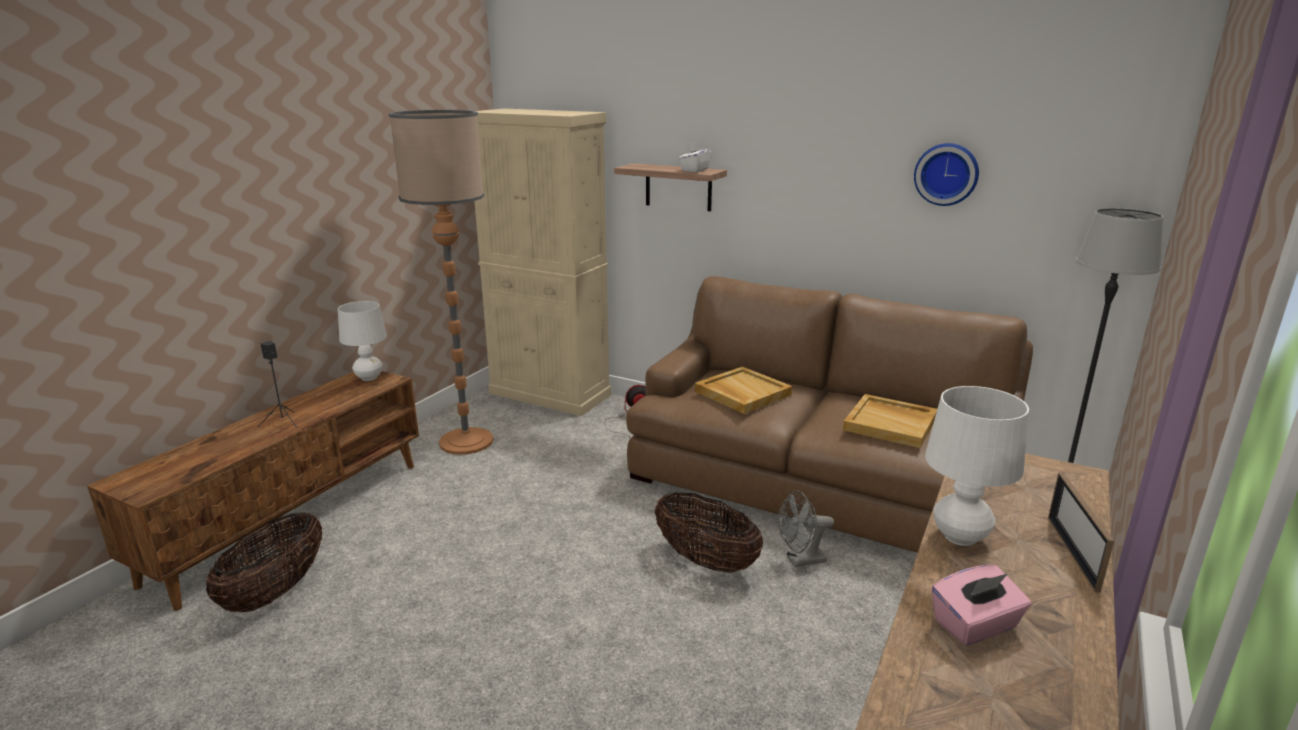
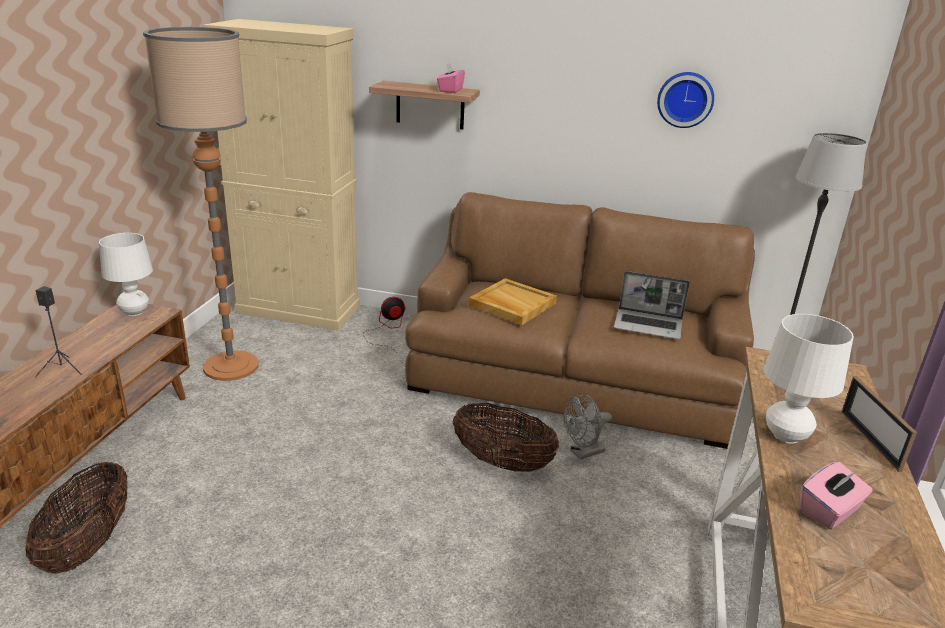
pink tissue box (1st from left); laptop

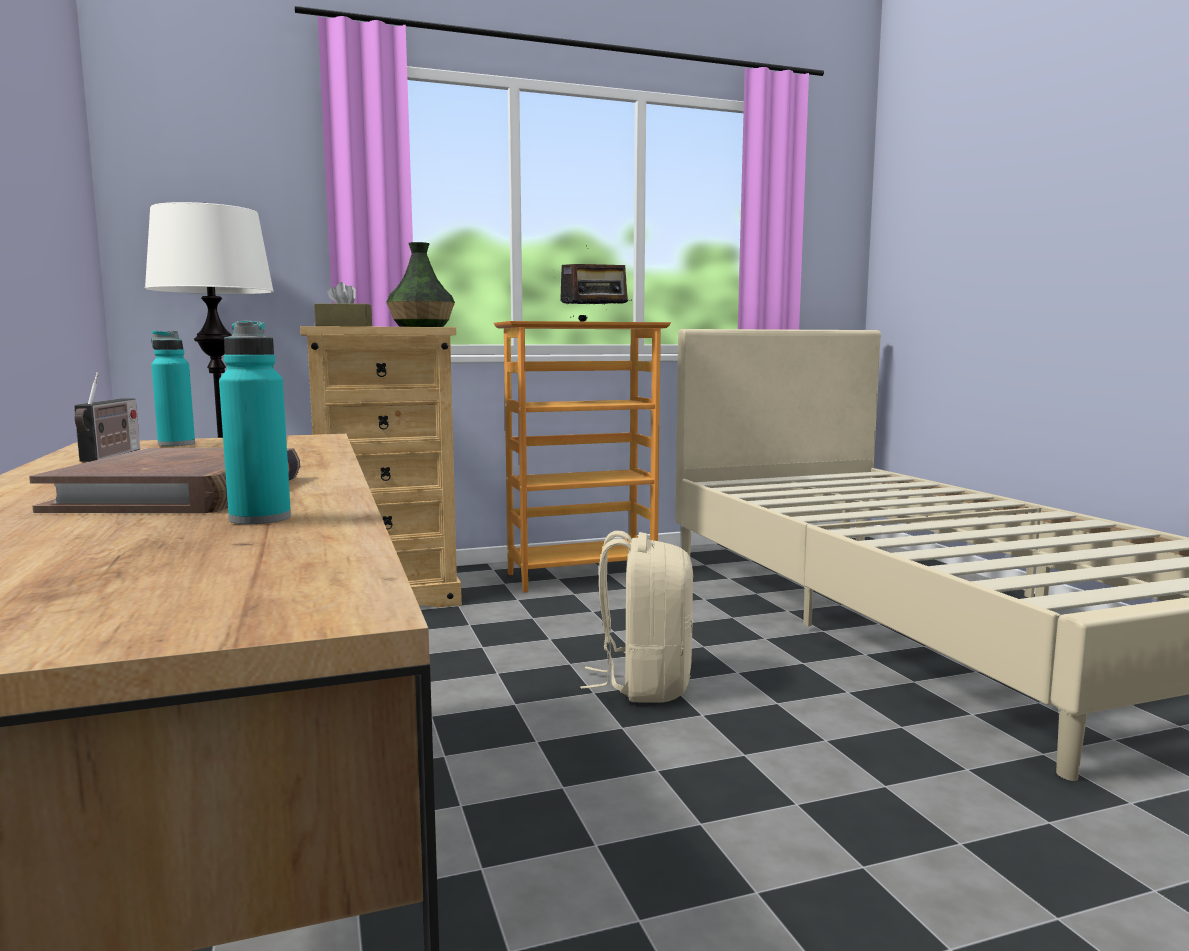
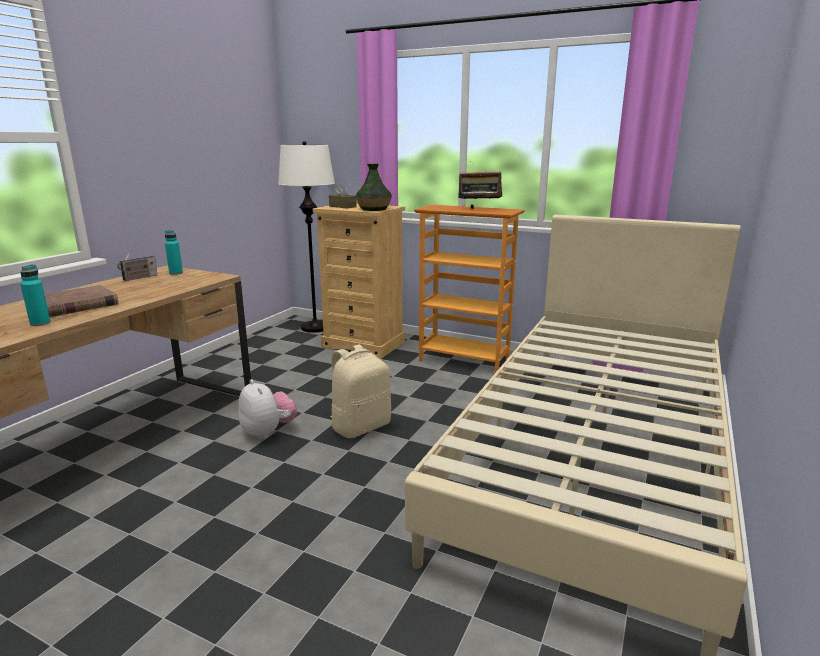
plush toy

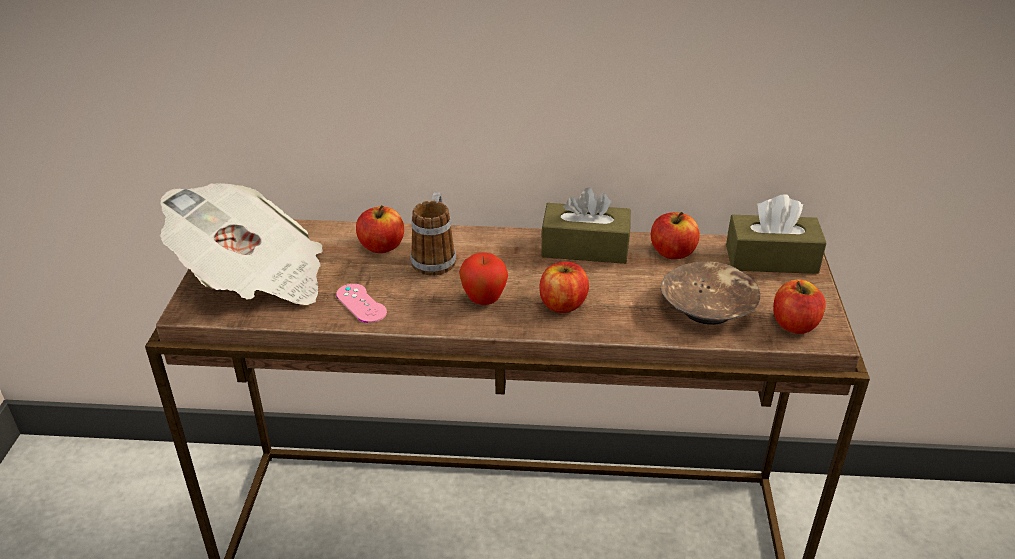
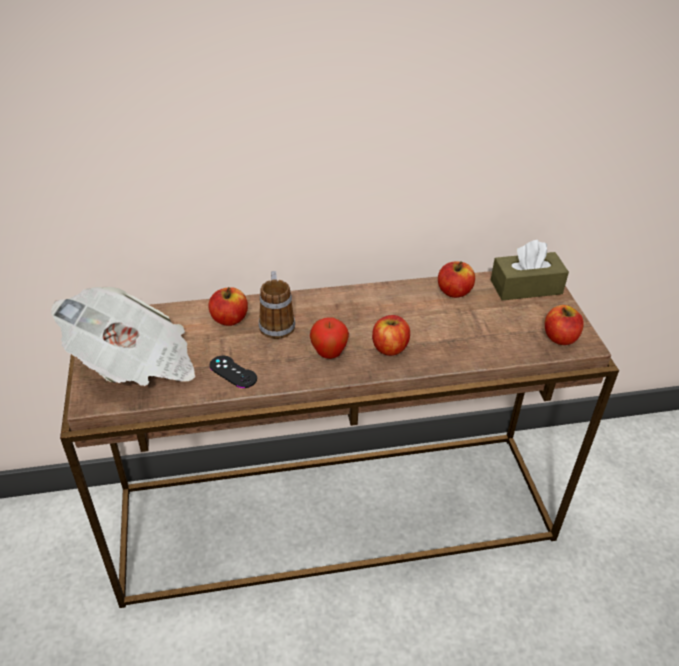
black game controller; brown tissue box (1st from left in the first image); brown bowl

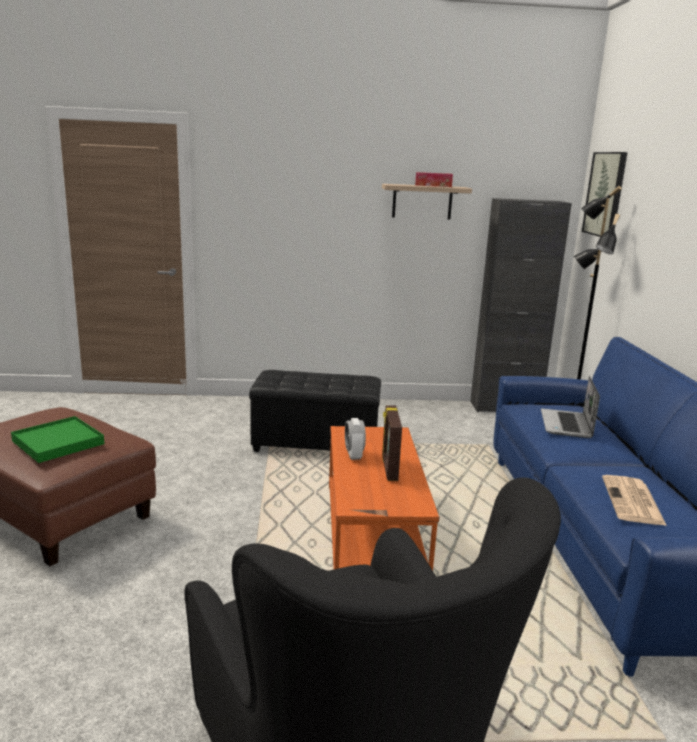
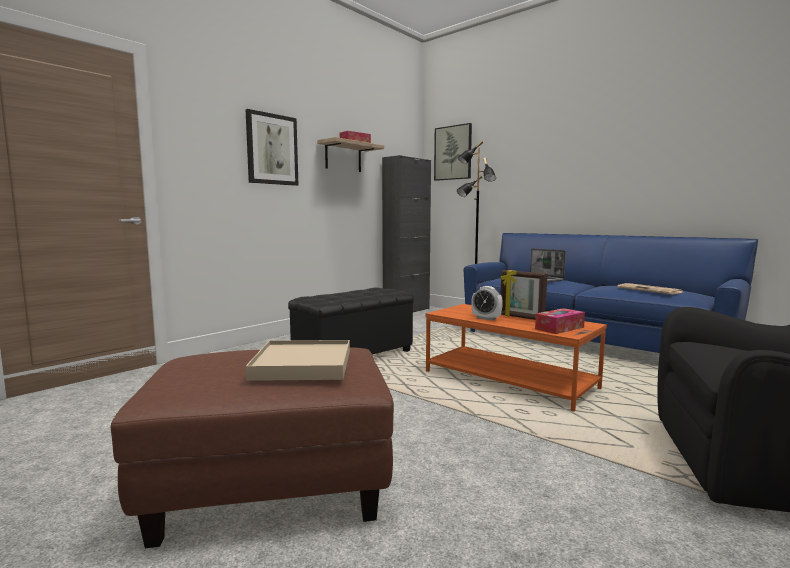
picture (1st from left); beige tray; tissue box (2nd from left)

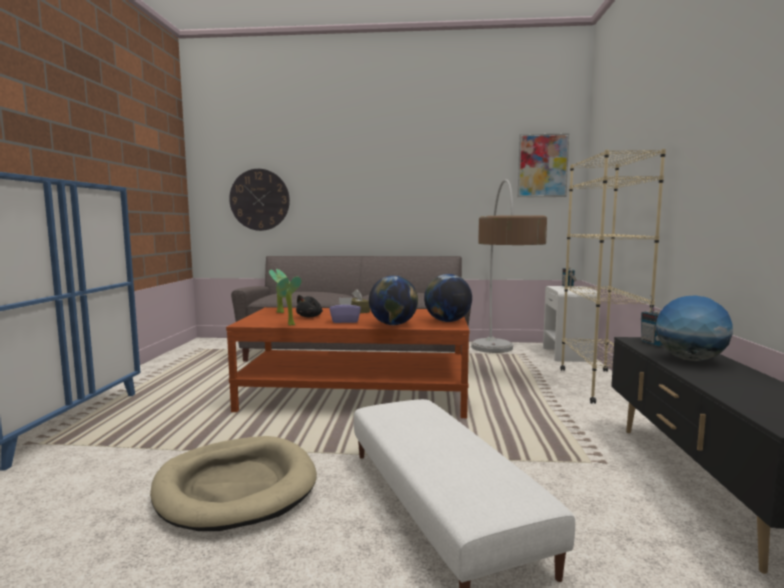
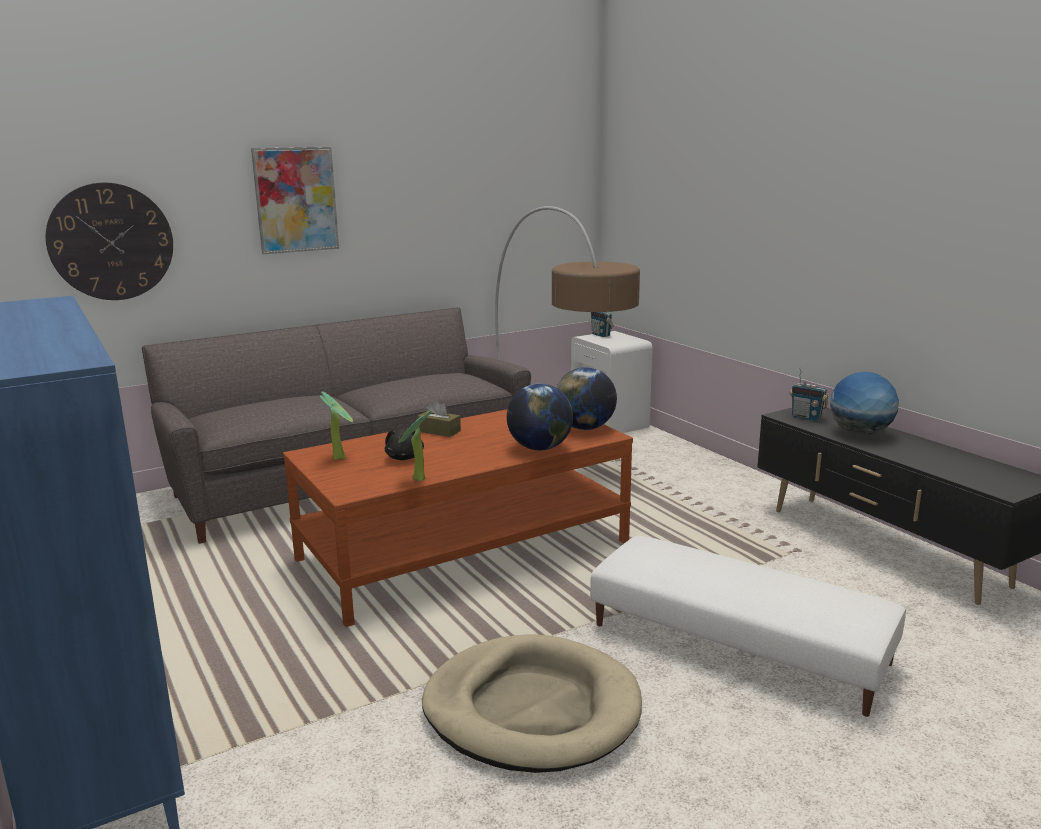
picture; purple tissue box; beige bookcase

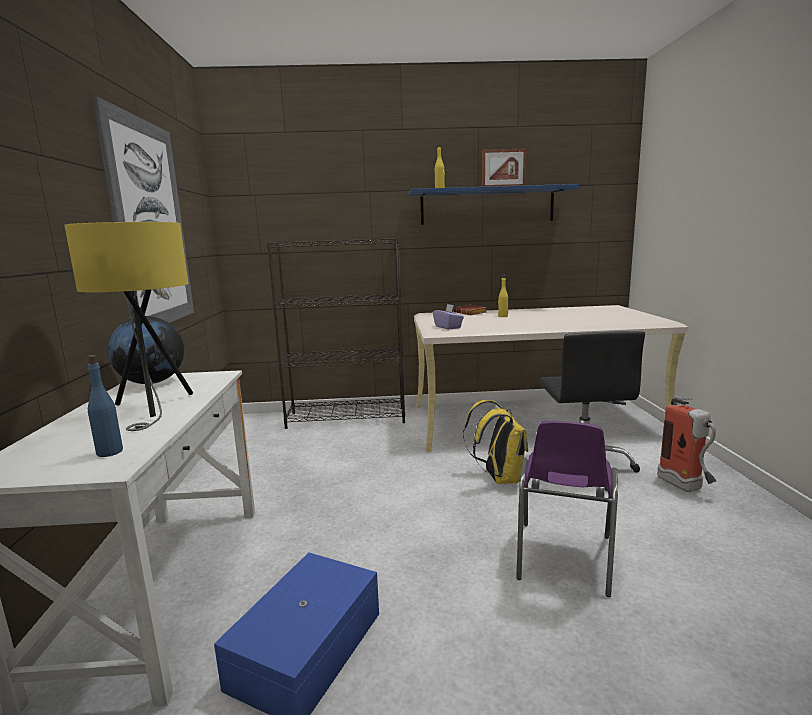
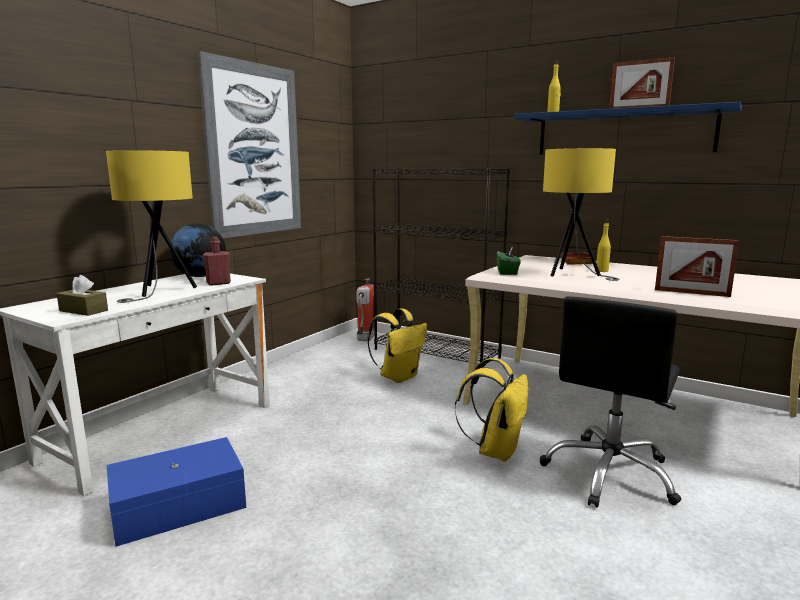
brown tissue box; red bottle; fire extinguisher; yellow backpack (1st from left); green tissue box; yellow table lamp (2nd from left); picture frame (2nd from left); purple chair

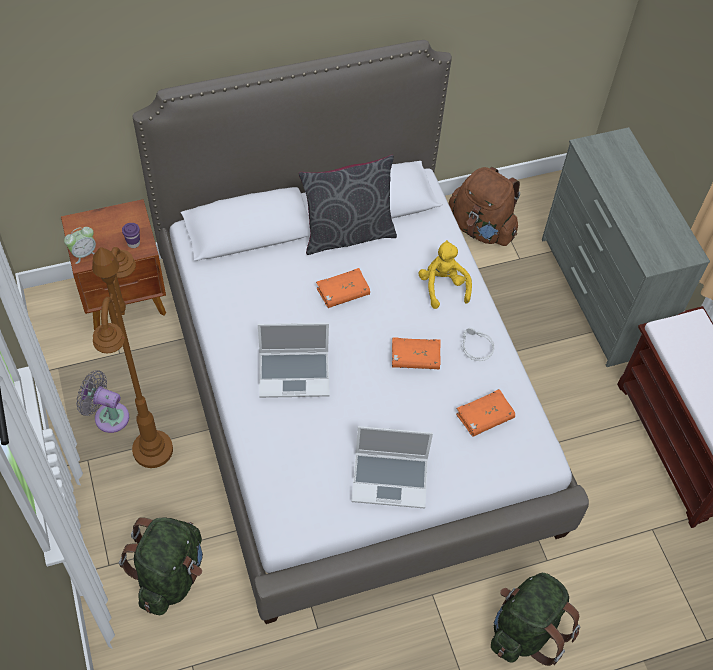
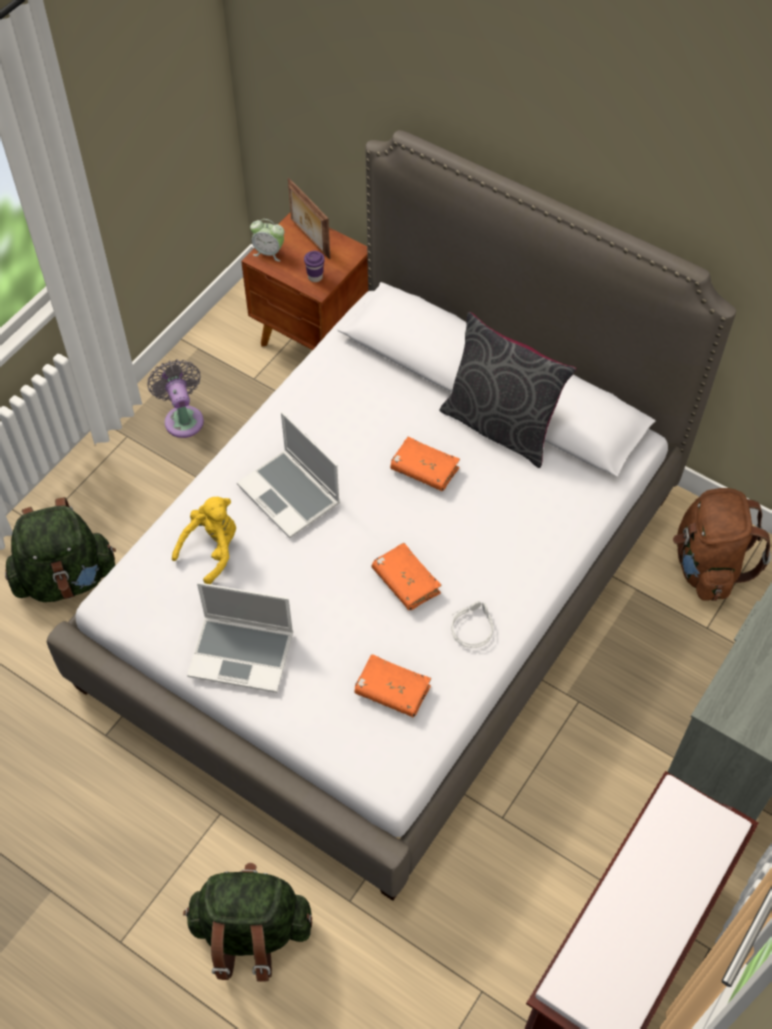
yellow plush toy; laptop (1st from left); picture frame; brown floor lamp

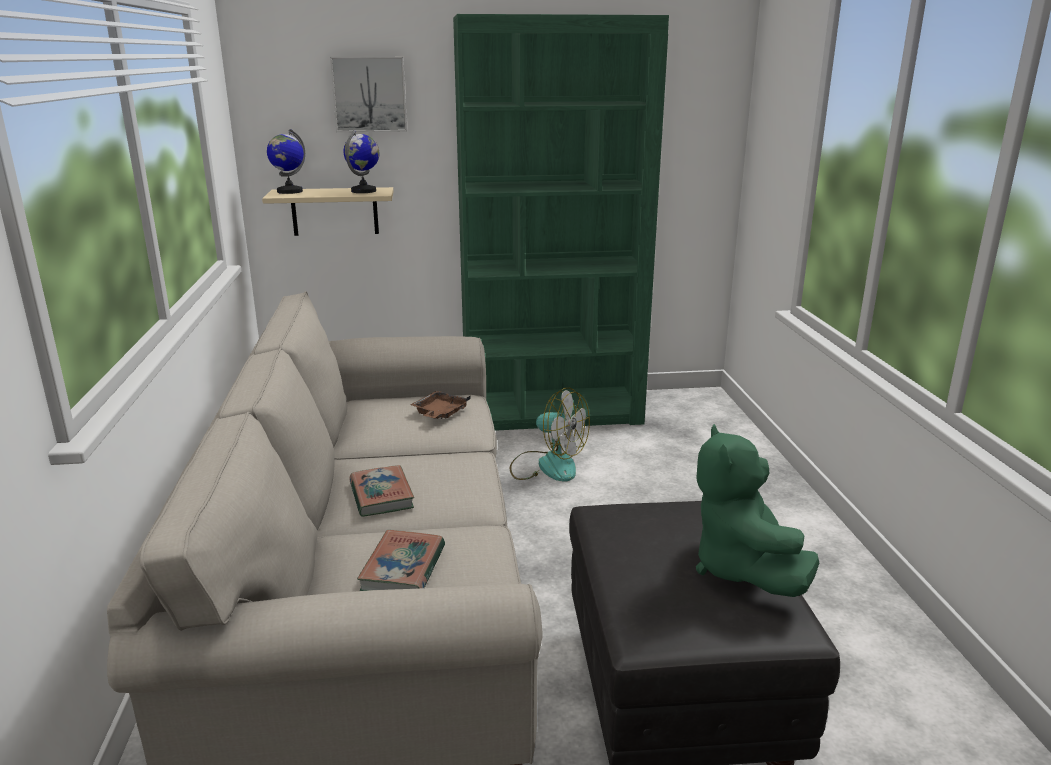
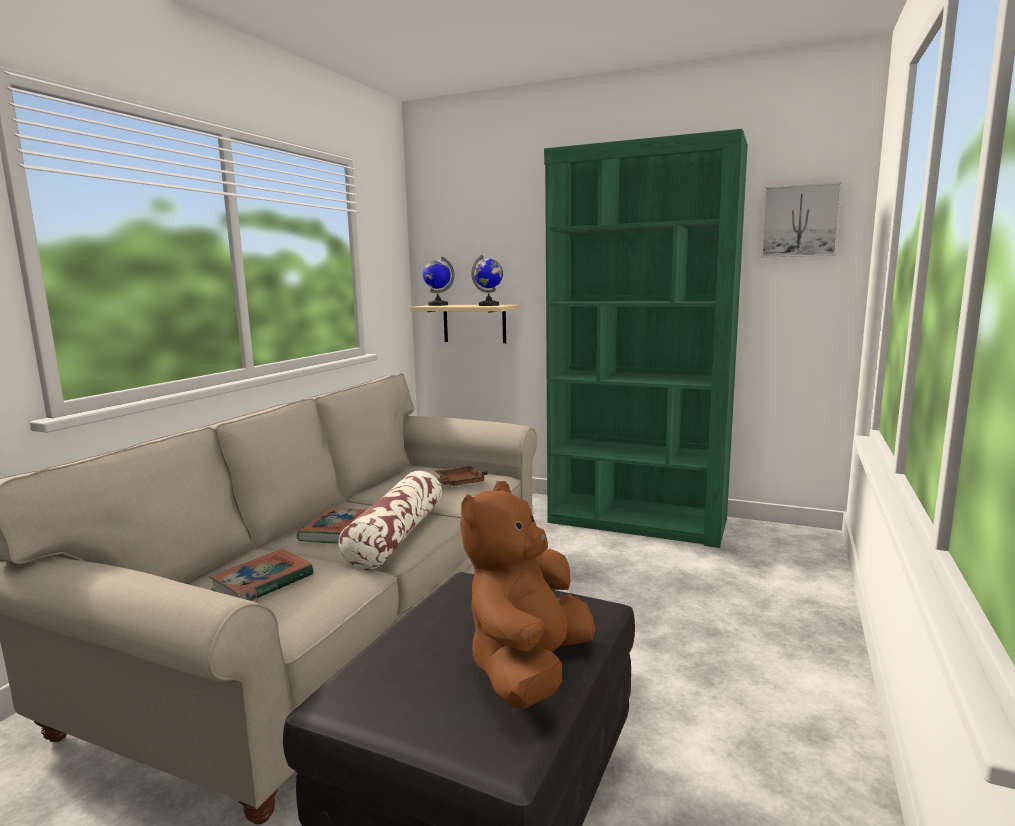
pillow; brown plush toy; picture; fan

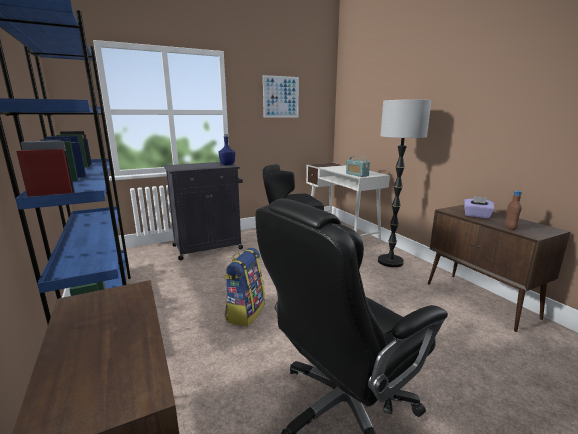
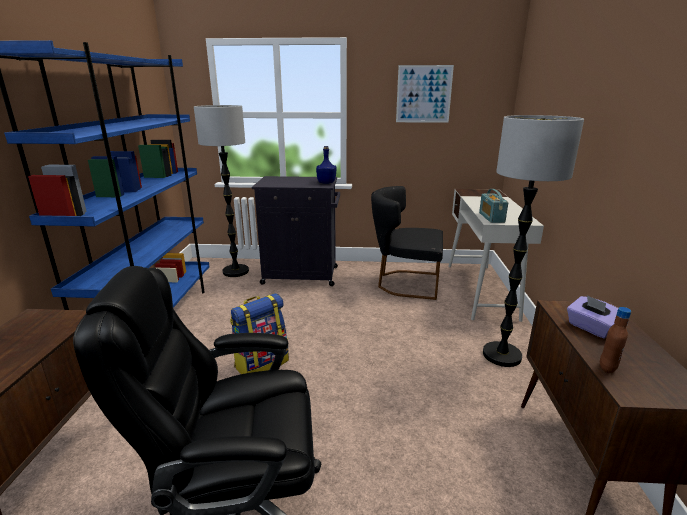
floor lamp (1st from left)

